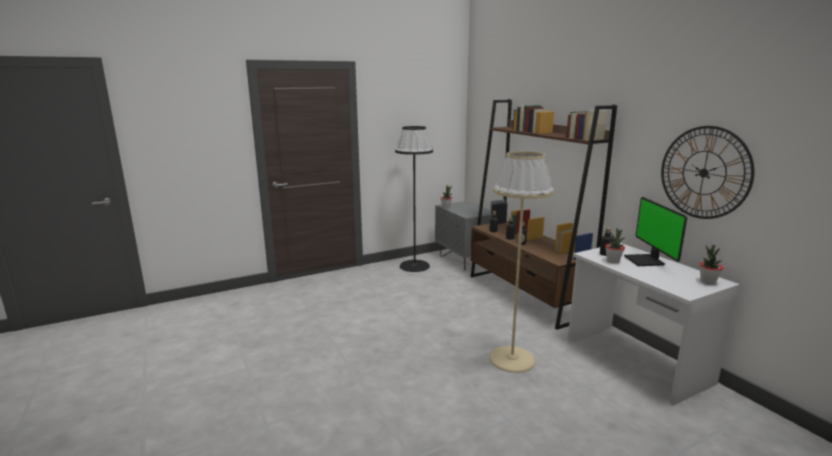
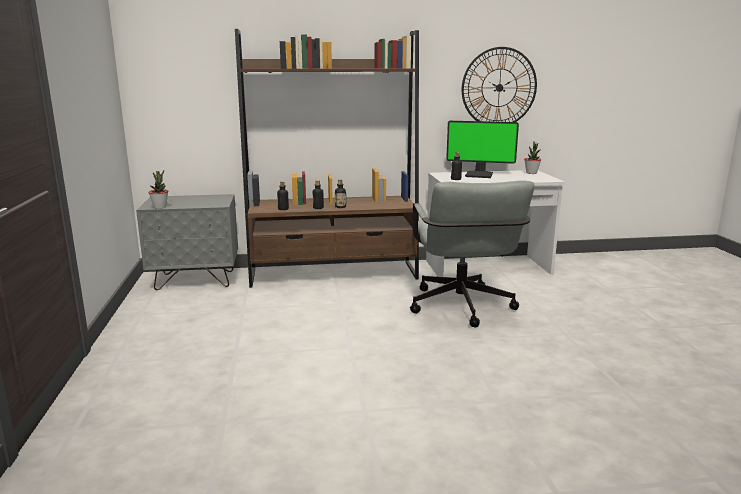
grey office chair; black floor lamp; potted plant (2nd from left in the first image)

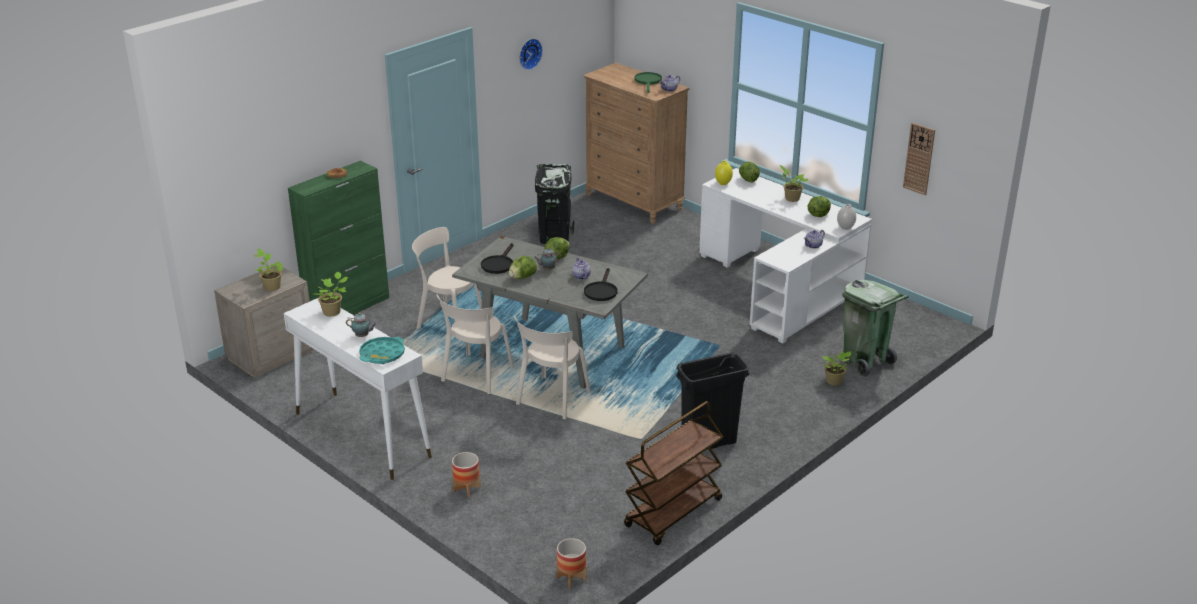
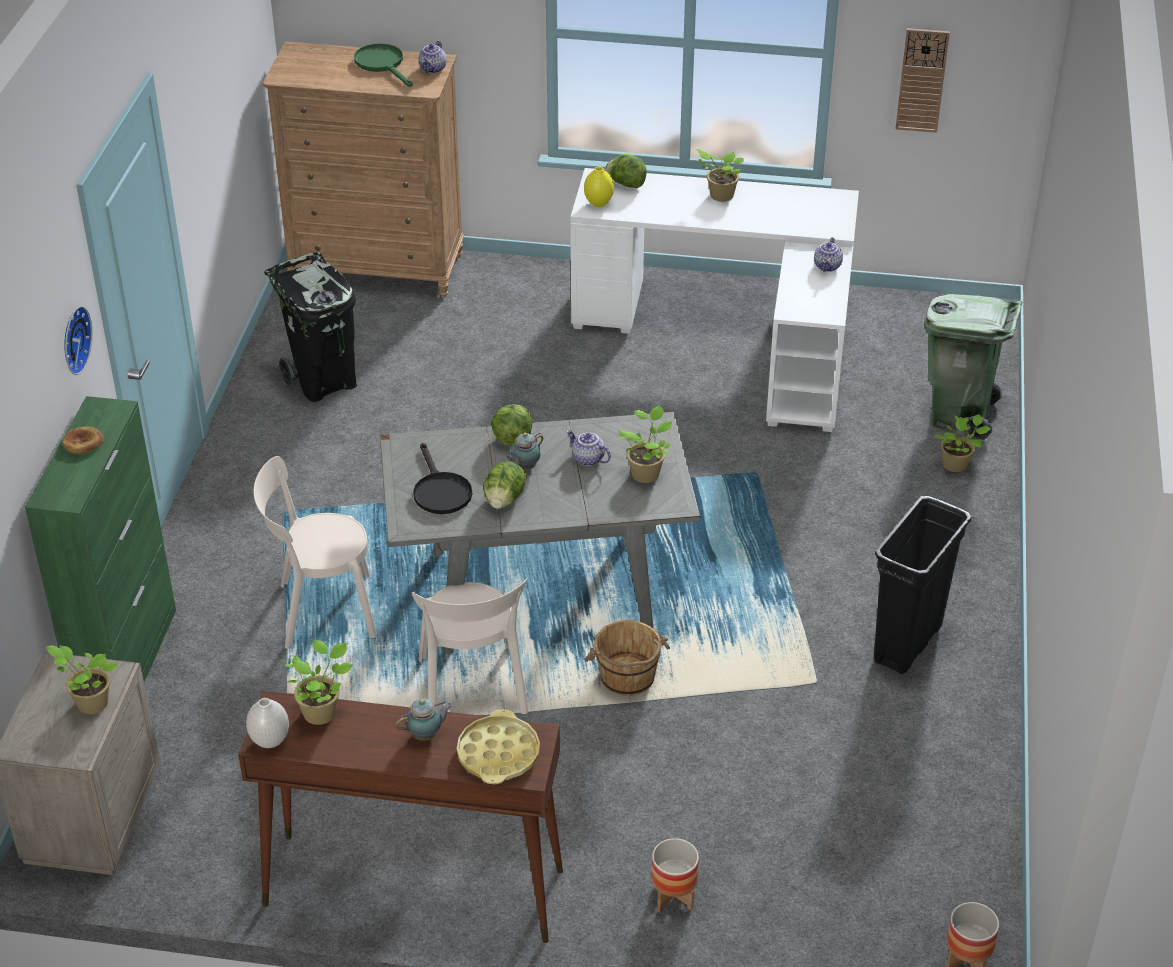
wall clock (1st from left); brown console table; white vase; yellow tray; brown bucket; potted plant (3rd from left); brown cart; lettuce (4th from left in the first image)

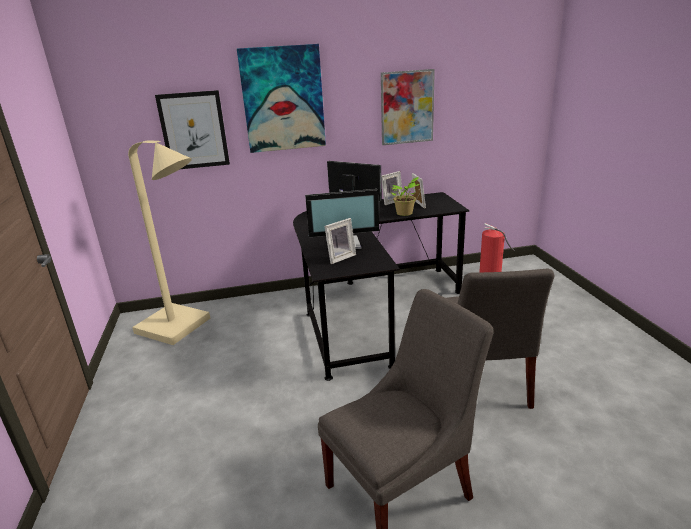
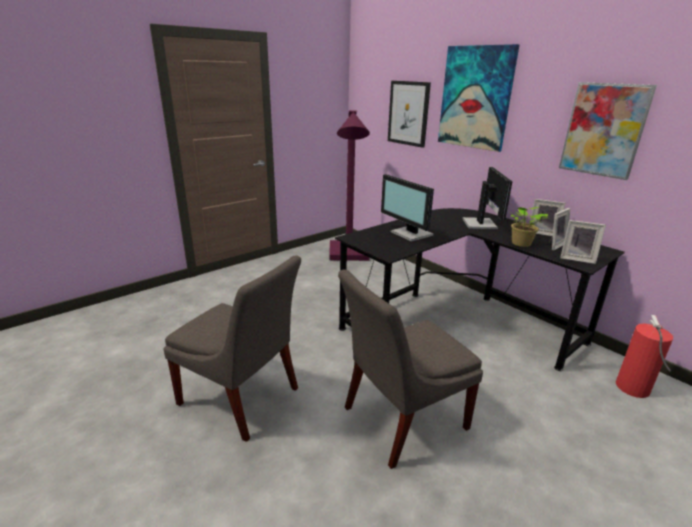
purple floor lamp; picture frame (3rd from left)

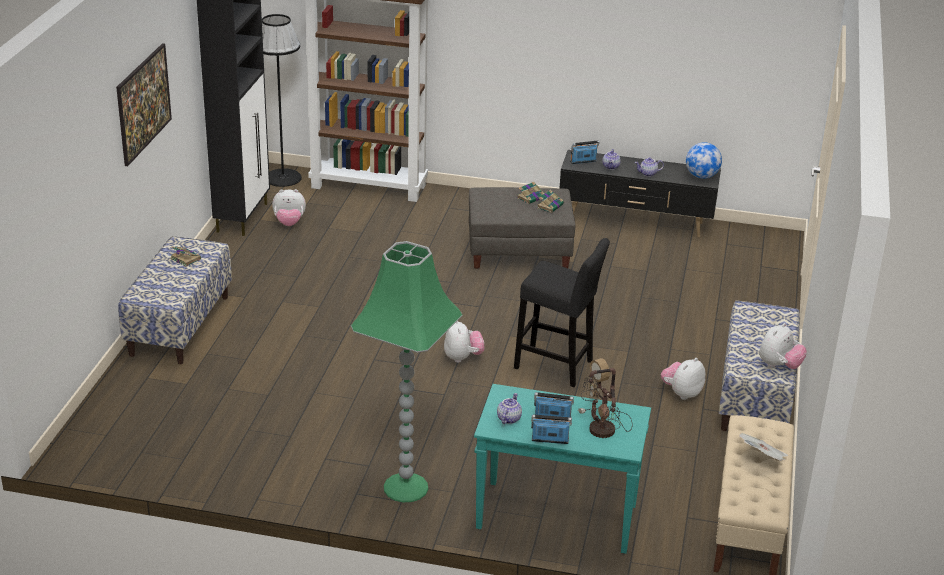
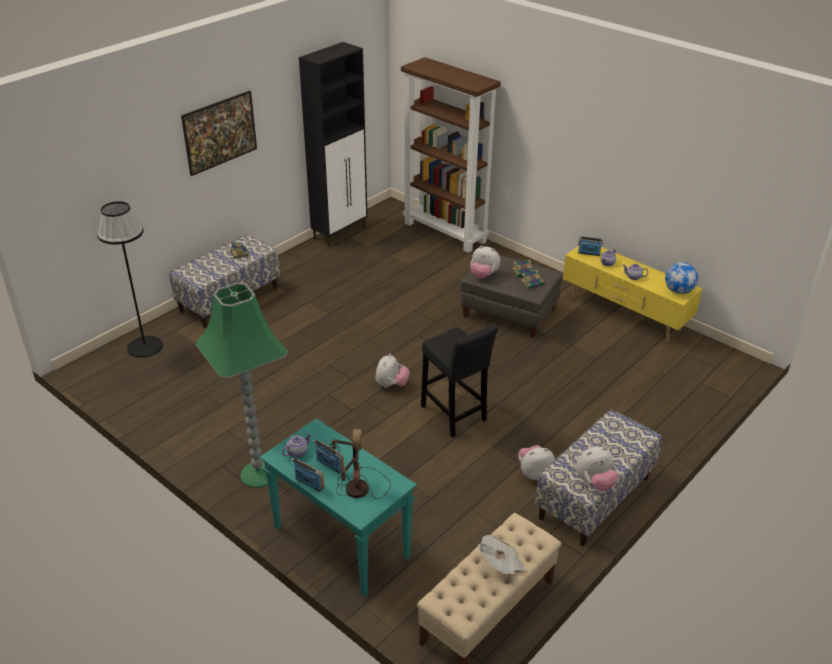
black floor lamp; plush toy (2nd from left); yellow tv stand

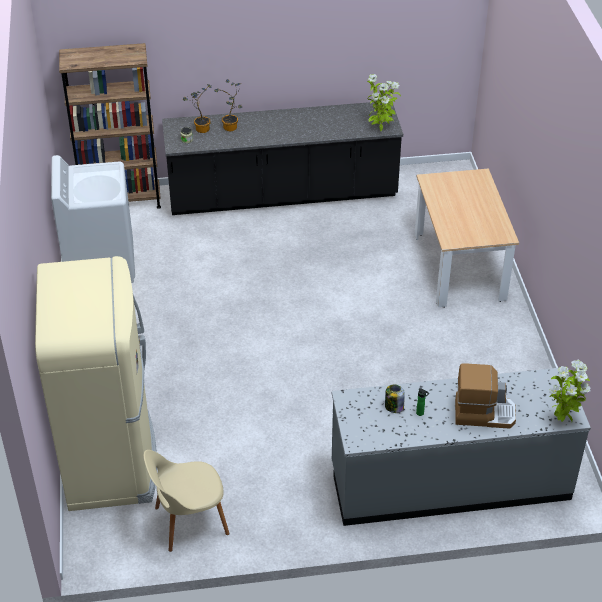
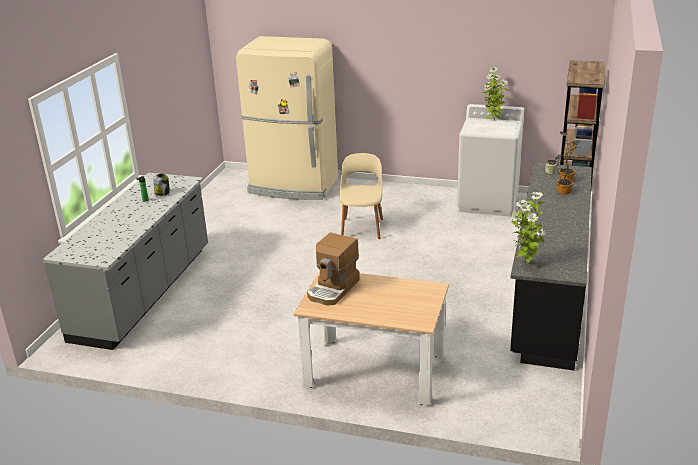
coffee machine; beige chair; potted plant (1st from left)

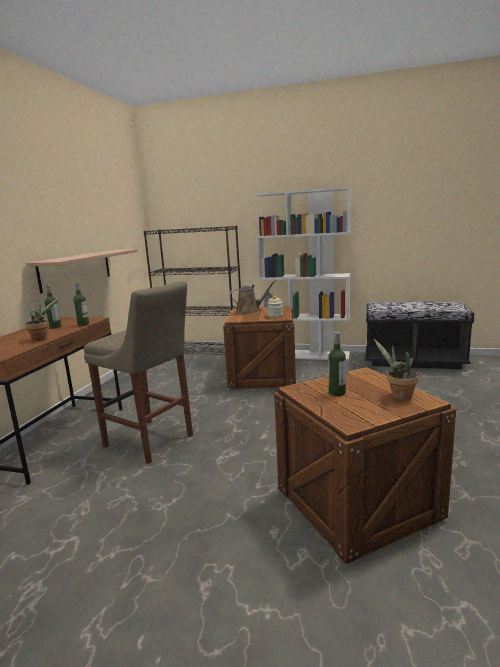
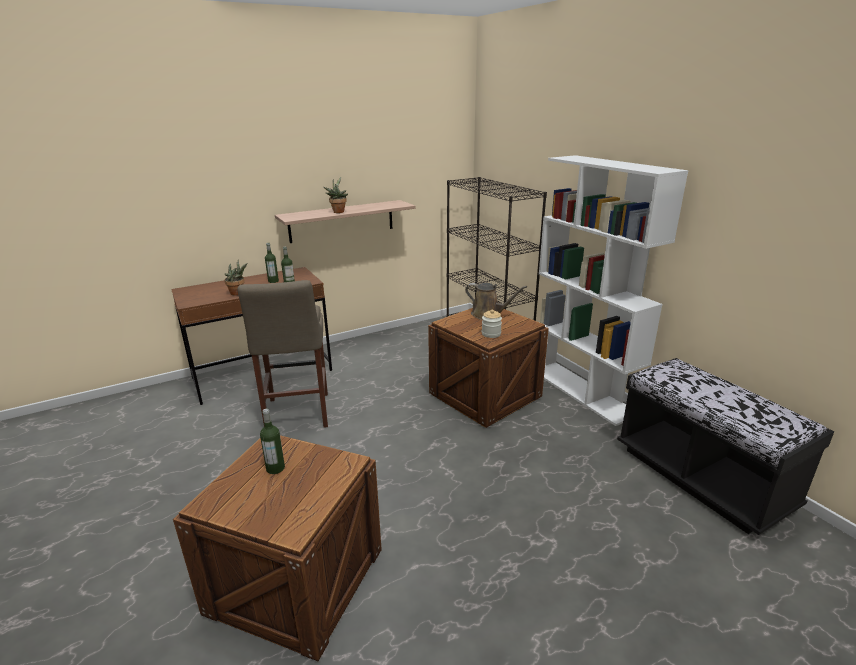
potted plant (2nd from left)

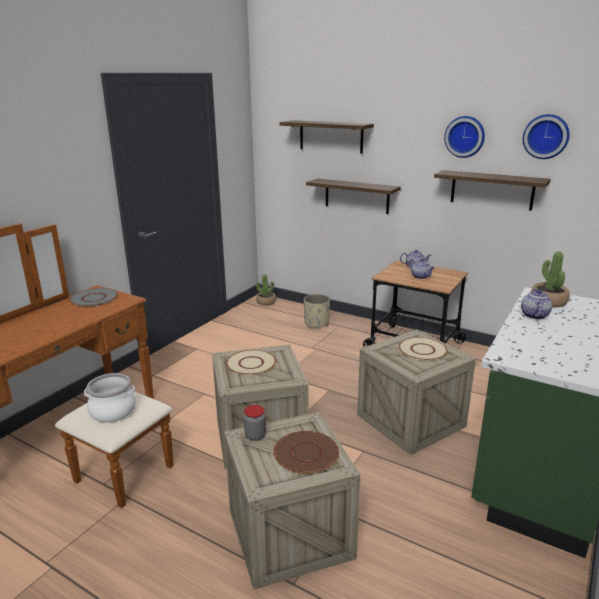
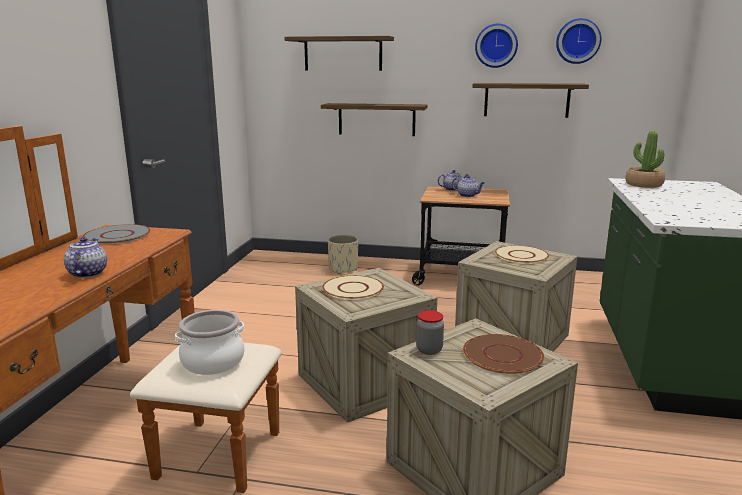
teapot (1st from left); potted plant (1st from left in the first image)

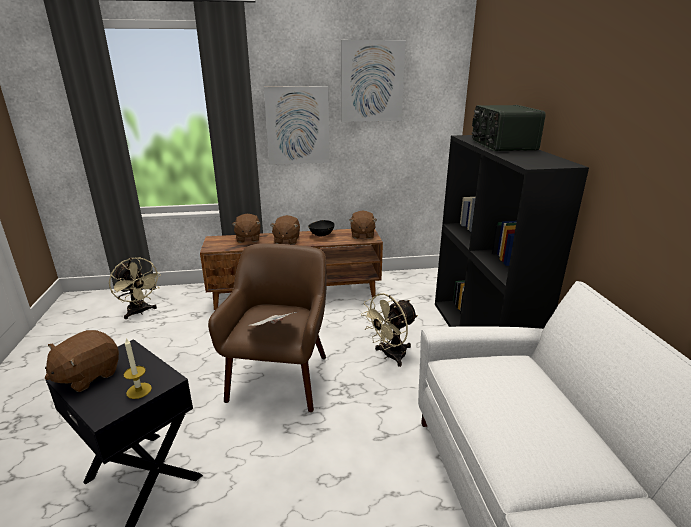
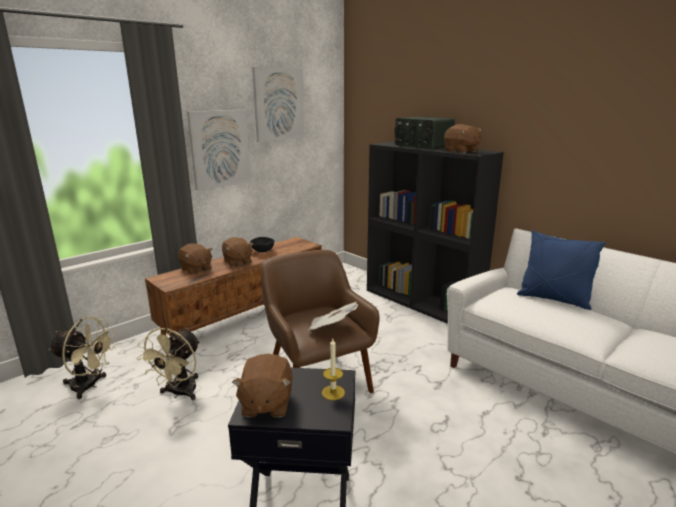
beige fan (2nd from left); brown plush toy (4th from left); blue pillow

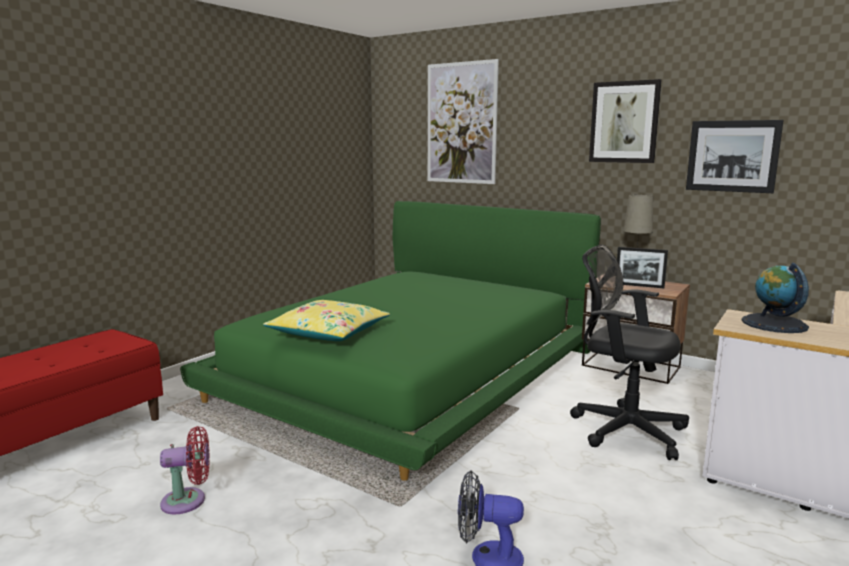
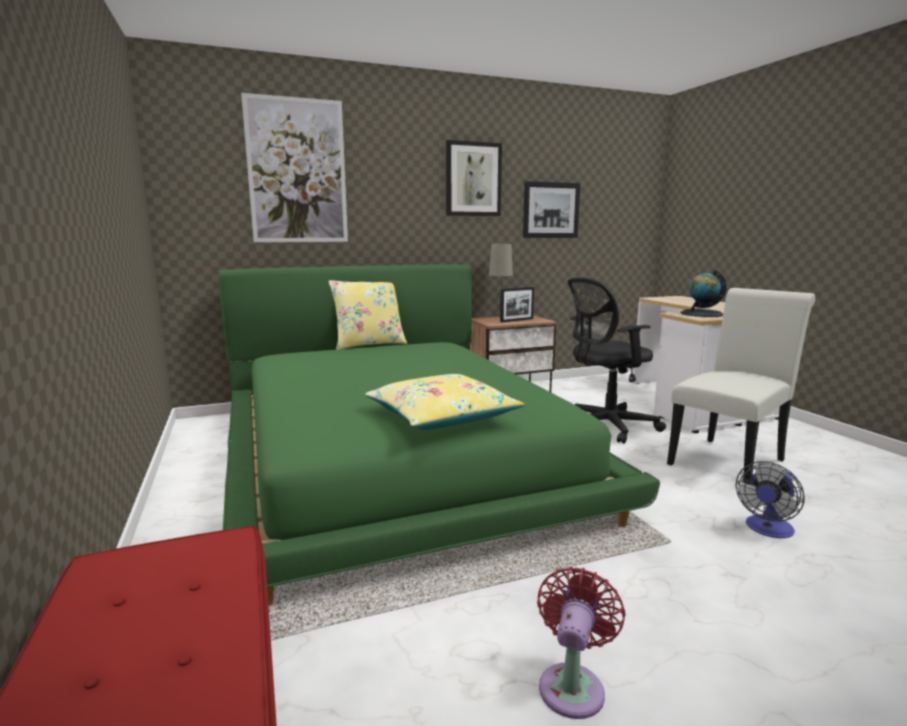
yellow pillow (1st from left); white chair

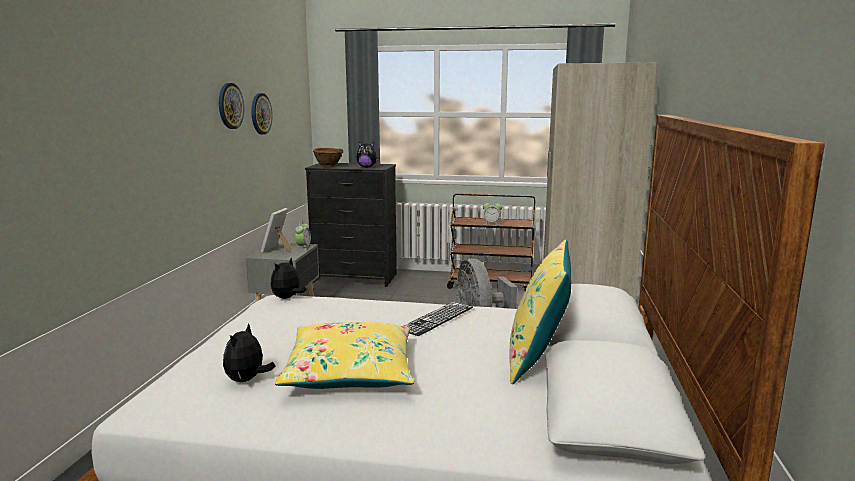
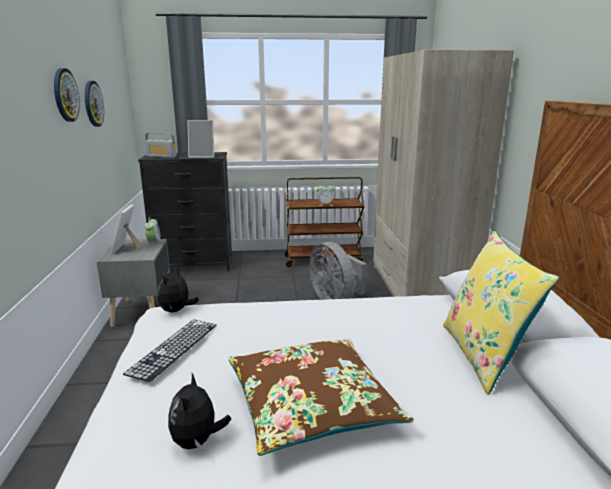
keyboard; radio; picture frame (2nd from left); brown pillow

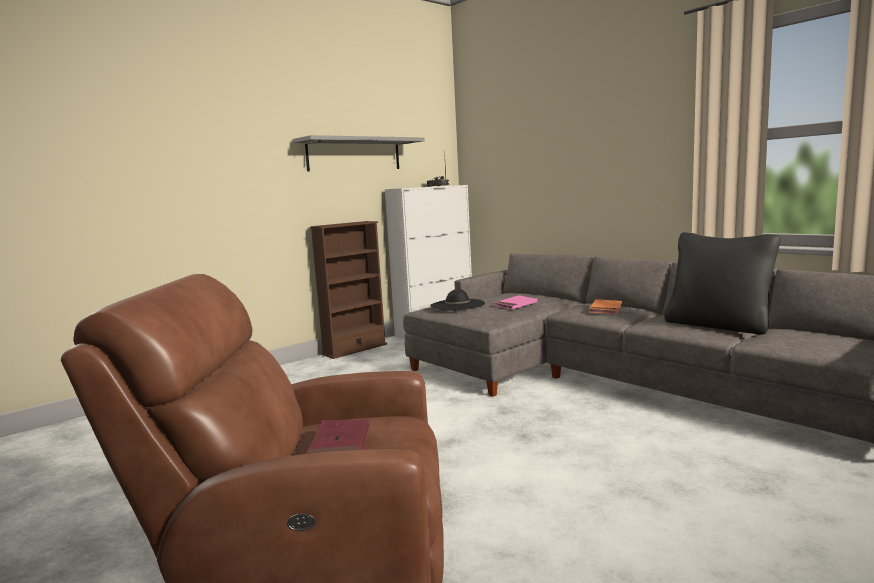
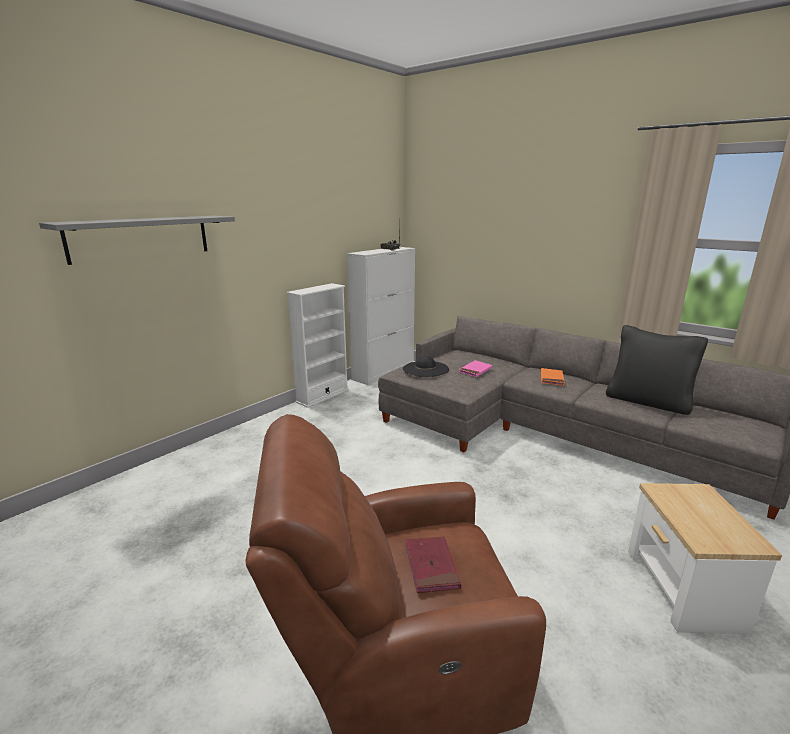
grey shelf; white bookcase; side table

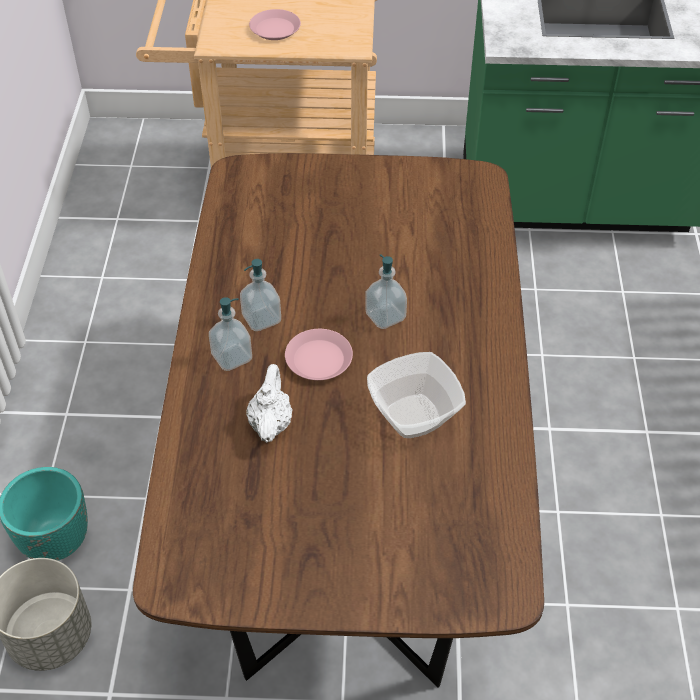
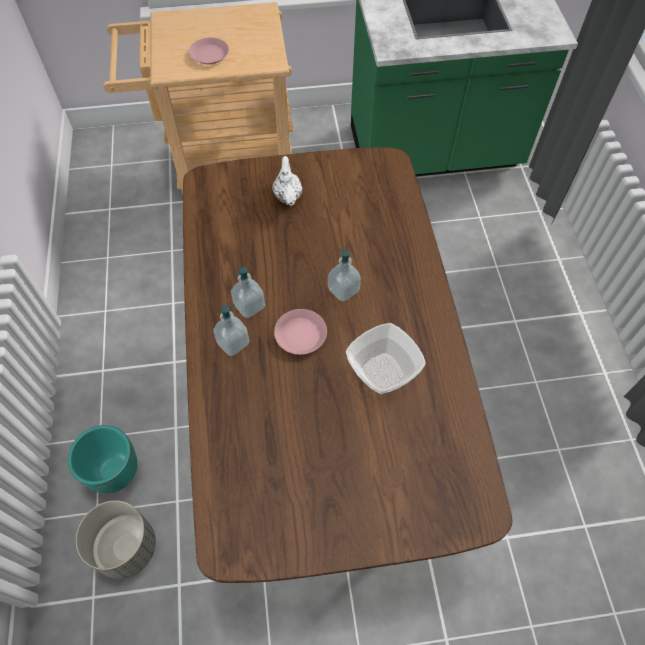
white teapot

